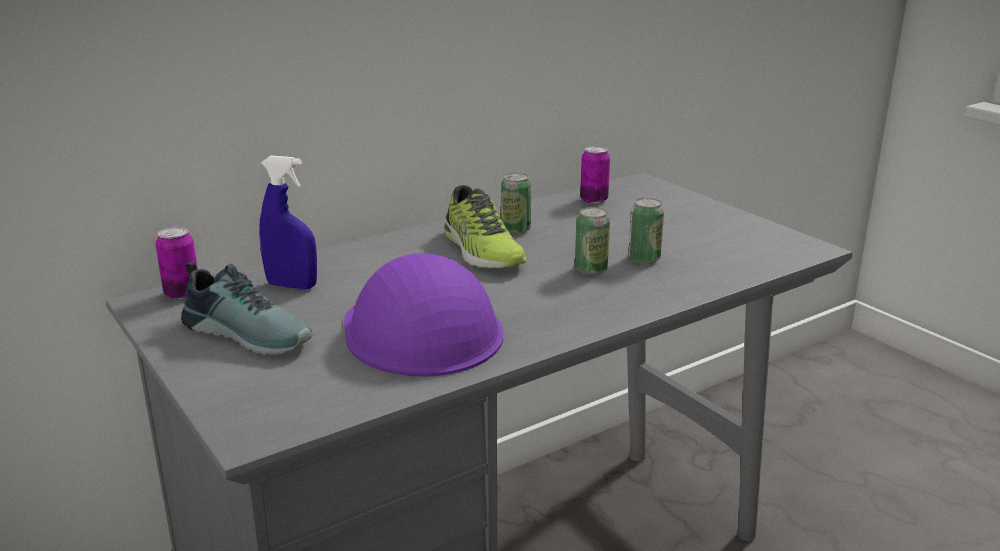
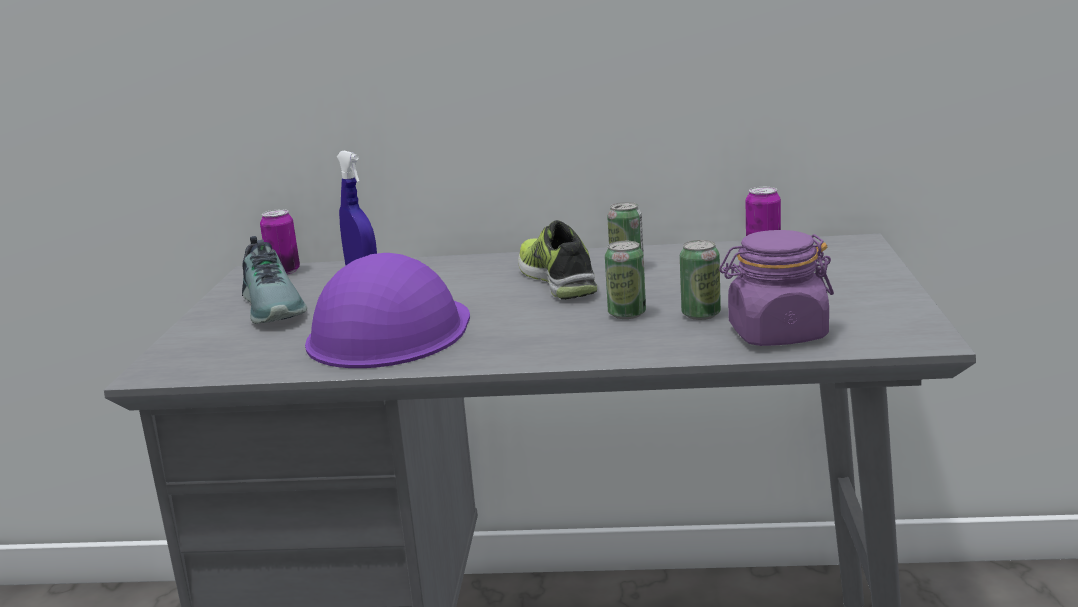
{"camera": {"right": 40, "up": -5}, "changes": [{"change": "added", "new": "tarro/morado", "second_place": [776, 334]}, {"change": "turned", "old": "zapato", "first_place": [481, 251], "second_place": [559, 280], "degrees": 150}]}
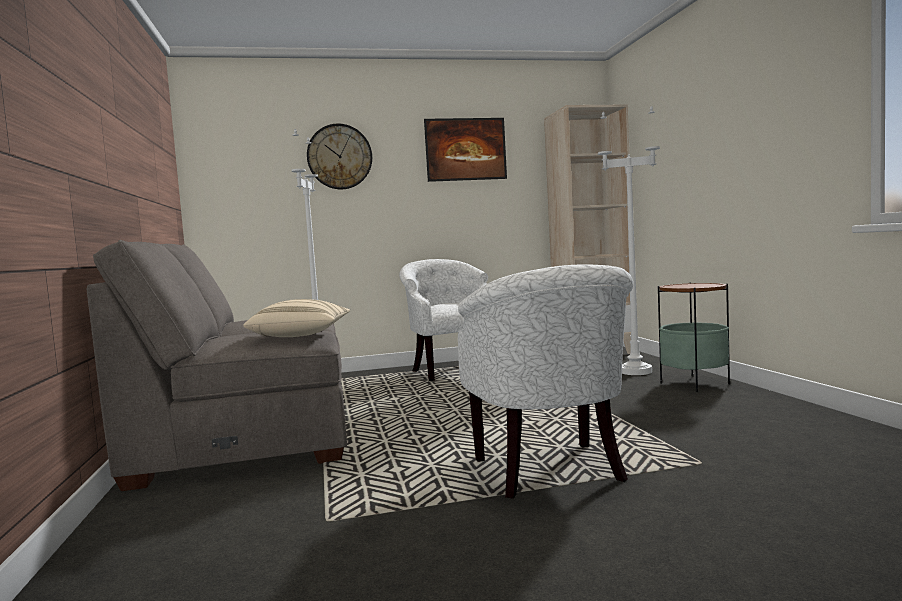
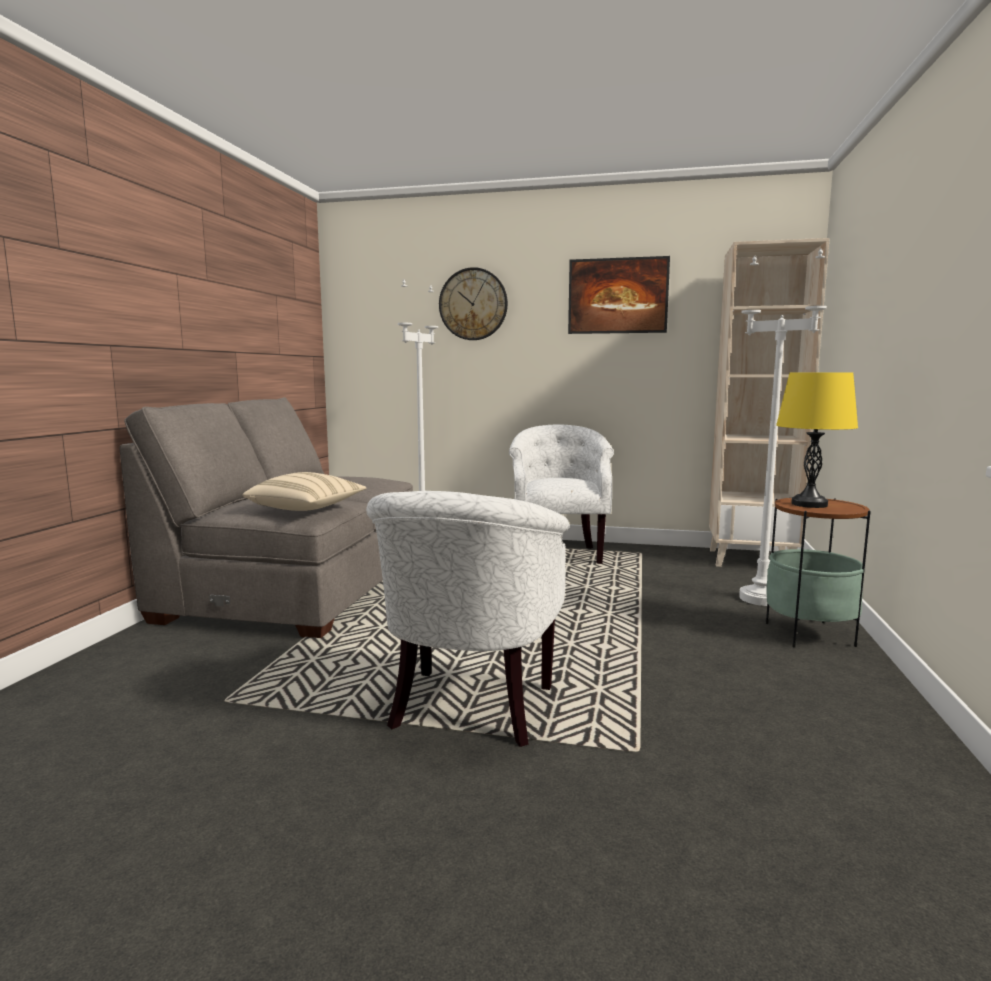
{"camera": {"right": 25, "up": 5}, "changes": [{"change": "added", "new": "lámpara de mesa/amarillo", "second_place": [809, 504]}]}
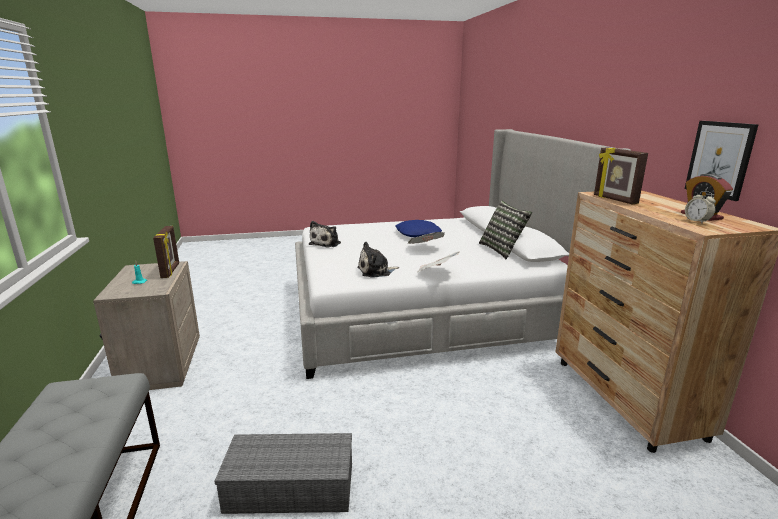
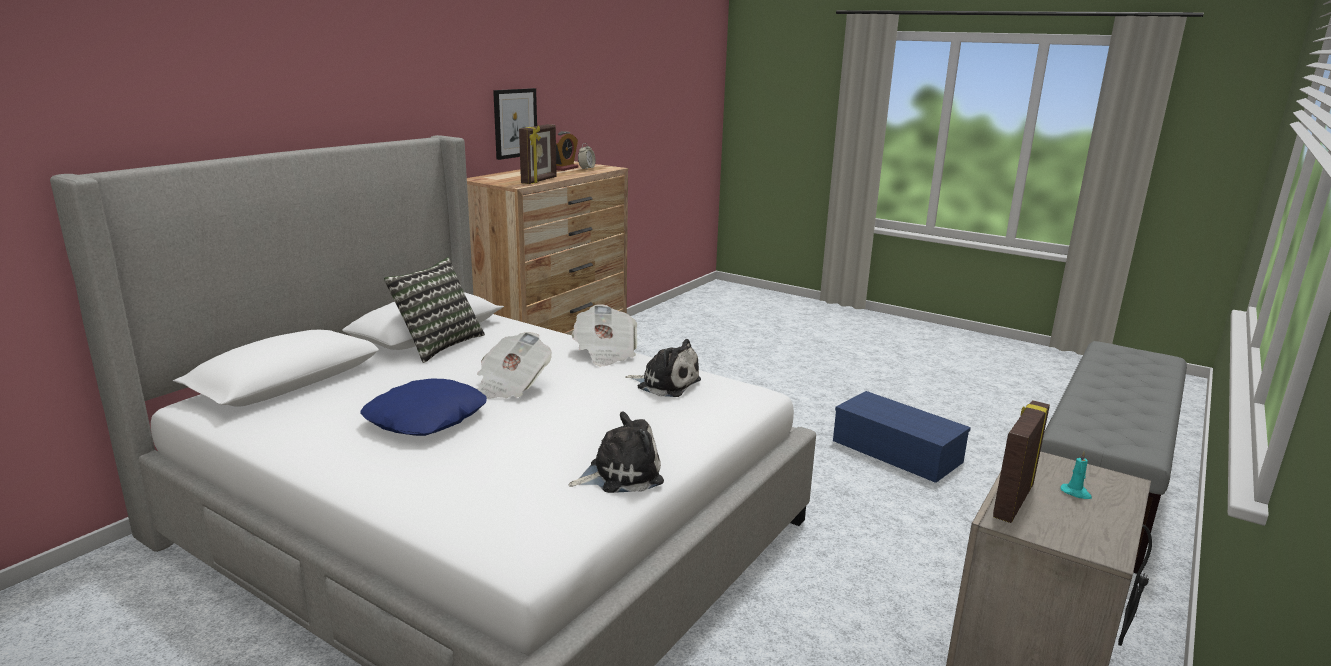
{"camera": {"right": -135, "up": 0}, "changes": [{"change": "recoloured", "old": "caja de almacenaje/gris", "new": "caja de almacenaje/azul", "first_place": [292, 486], "second_place": [894, 451]}]}
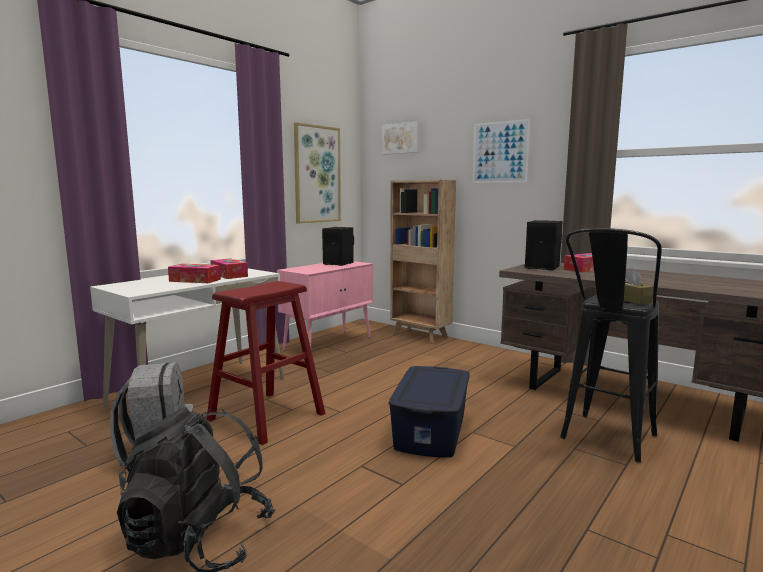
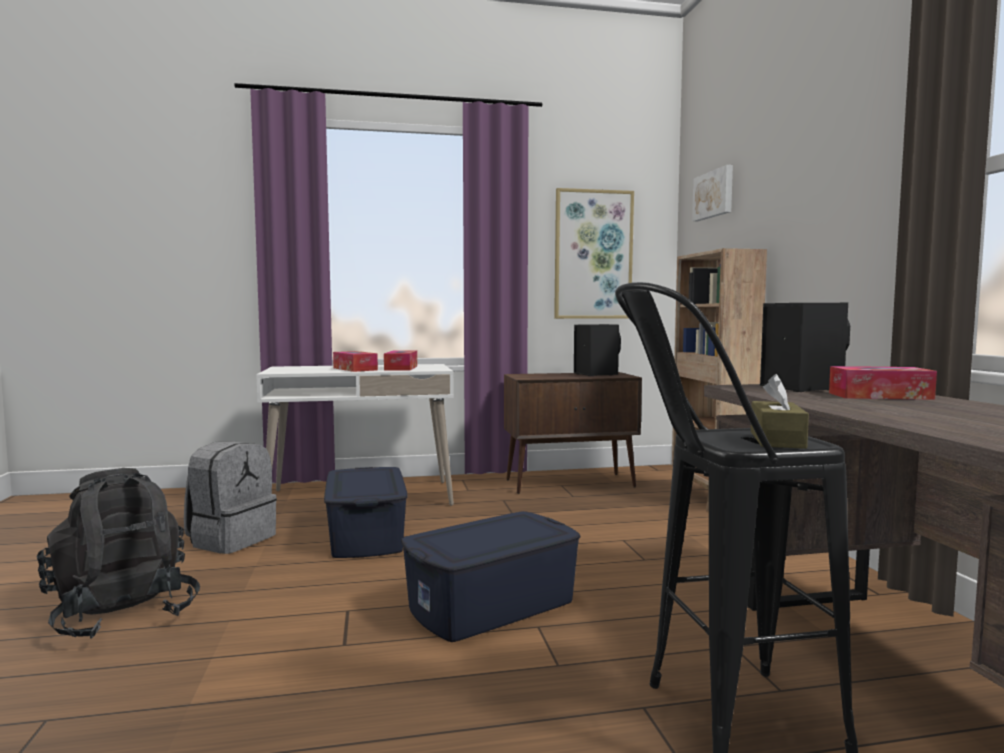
{"camera": {"right": 40, "up": -5}, "changes": [{"change": "removed", "old": "cuadro", "first_place": [500, 152]}, {"change": "replaced", "old": "taburete/rojo", "new": "caja de almacenaje/azul", "first_place": [266, 416], "second_place": [365, 535]}, {"change": "recoloured", "old": "armario/rosa", "new": "armario/marrón", "first_place": [329, 343], "second_place": [571, 483]}]}
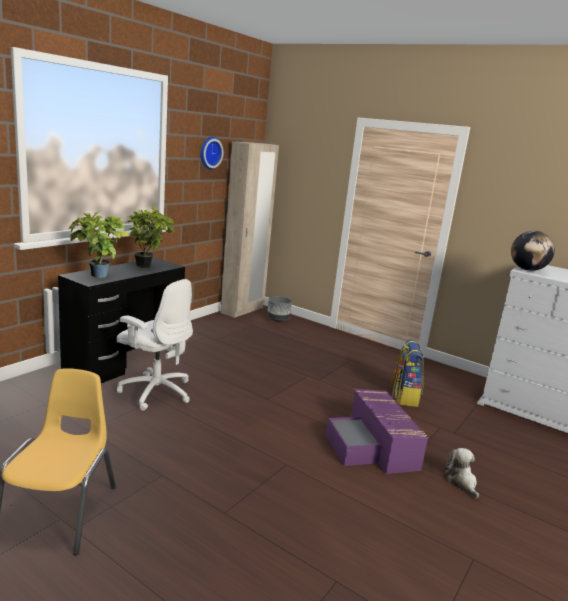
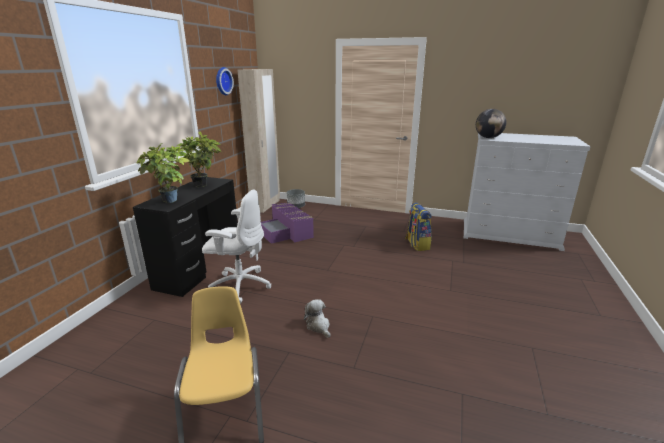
{"camera": {"right": -15, "up": 5}, "changes": [{"change": "moved", "old": "caja de almacenaje/morado", "first_place": [373, 446], "second_place": [287, 232]}, {"change": "moved", "old": "peluche", "first_place": [461, 482], "second_place": [318, 326]}]}
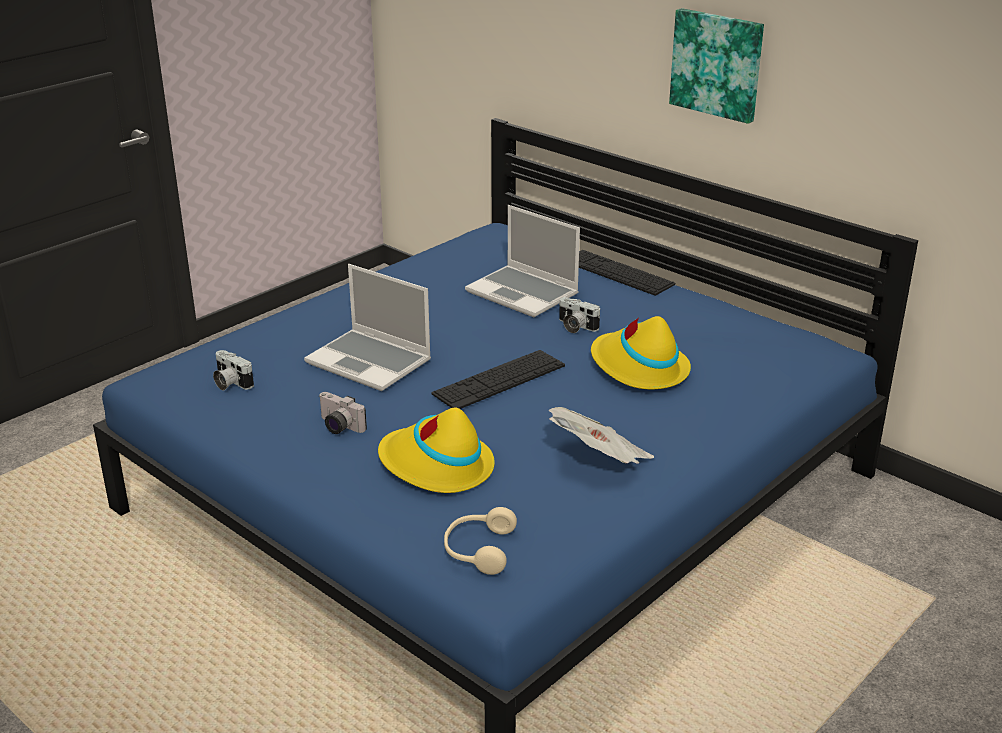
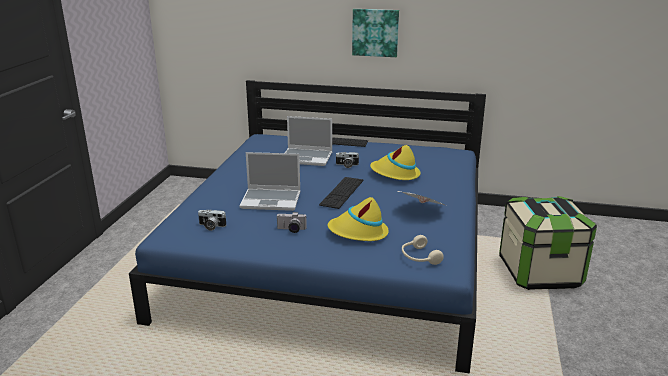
{"camera": {"right": -30, "up": -5}, "changes": [{"change": "added", "new": "caja de almacenaje", "second_place": [539, 273]}]}
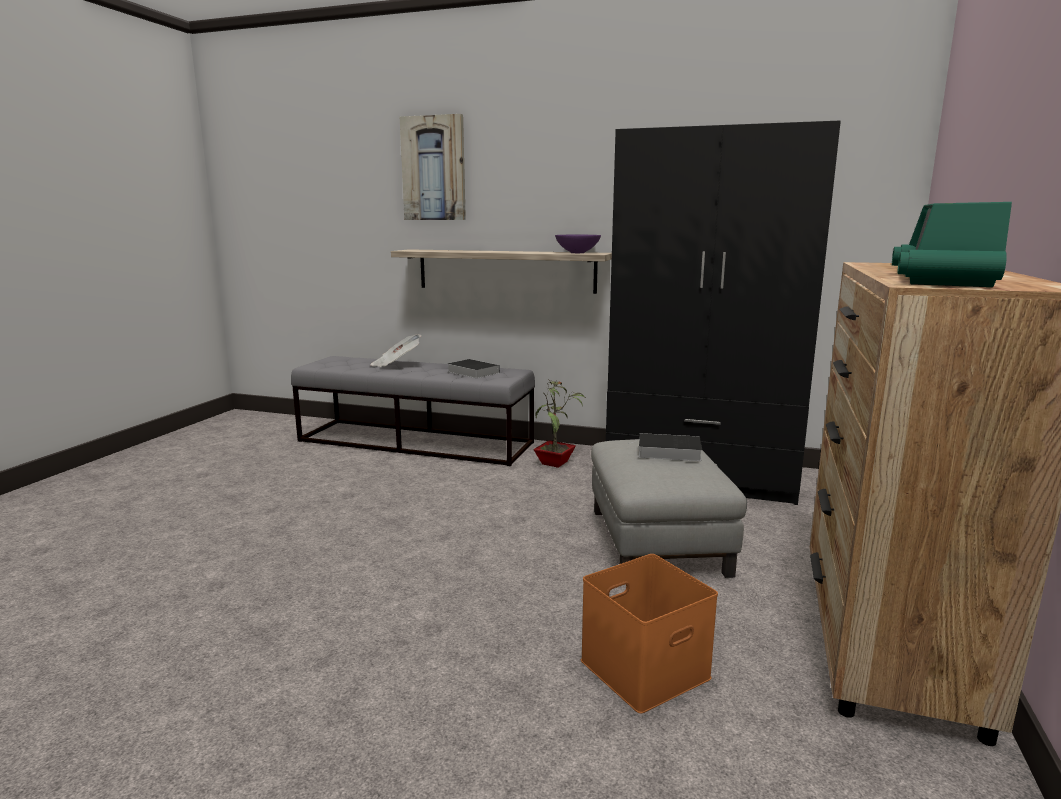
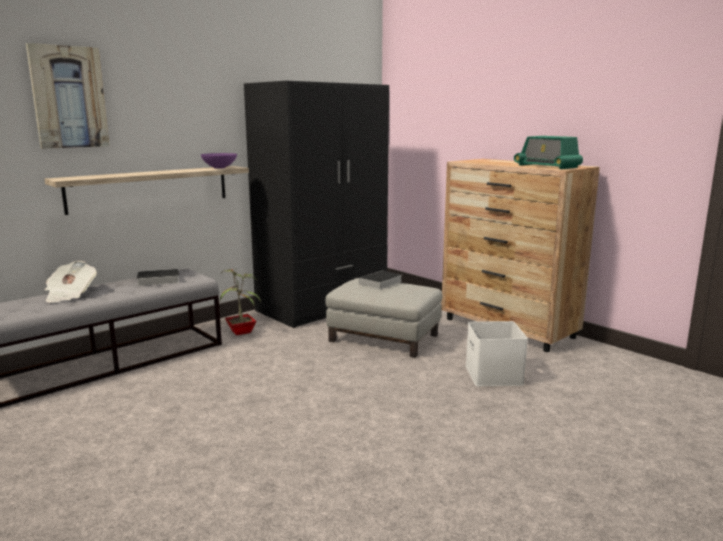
{"camera": {"right": -60, "up": 0}, "changes": [{"change": "recoloured", "old": "caja de almacenaje/naranja", "new": "caja de almacenaje/blanco", "first_place": [644, 671], "second_place": [495, 375]}]}
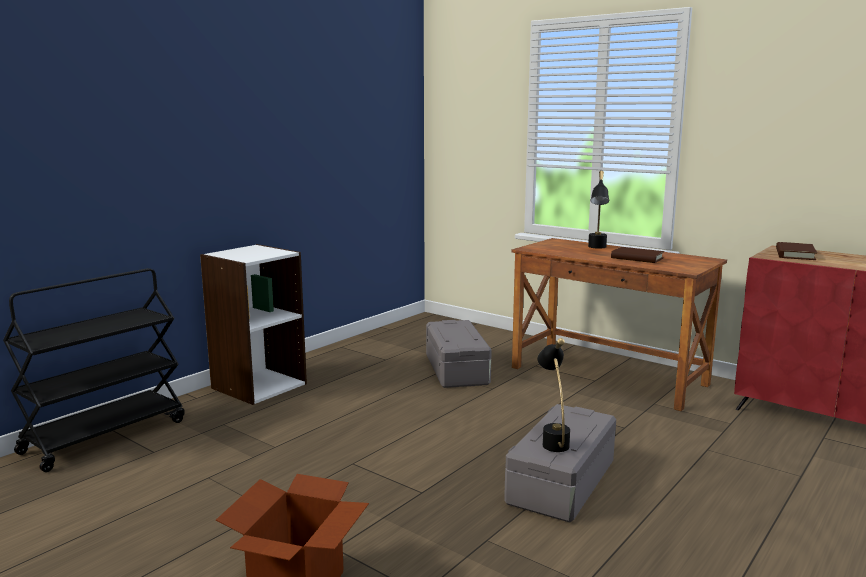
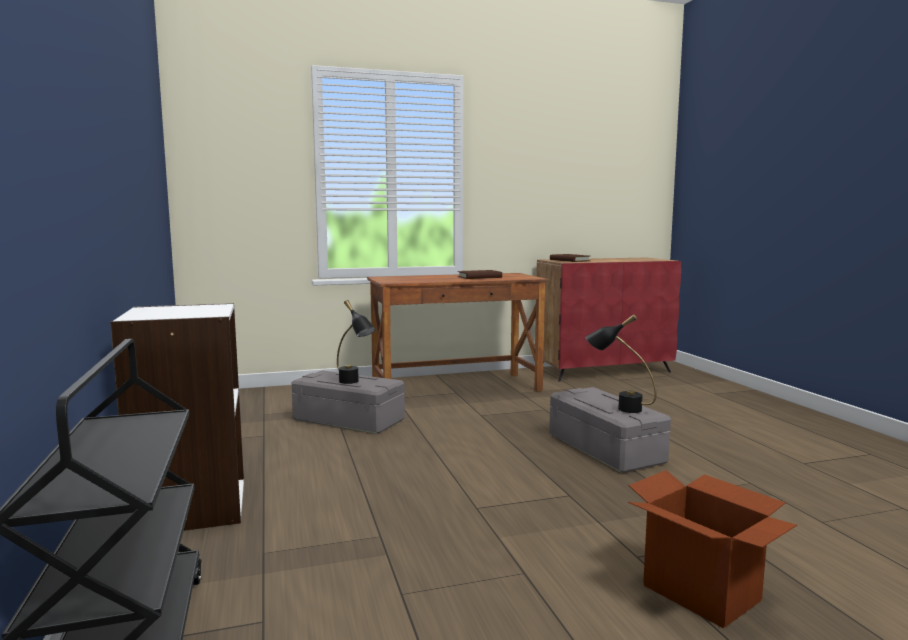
{"camera": {"right": -55, "up": -5}, "changes": [{"change": "moved", "old": "lámpara de mesa/negro", "first_place": [597, 248], "second_place": [354, 383]}]}
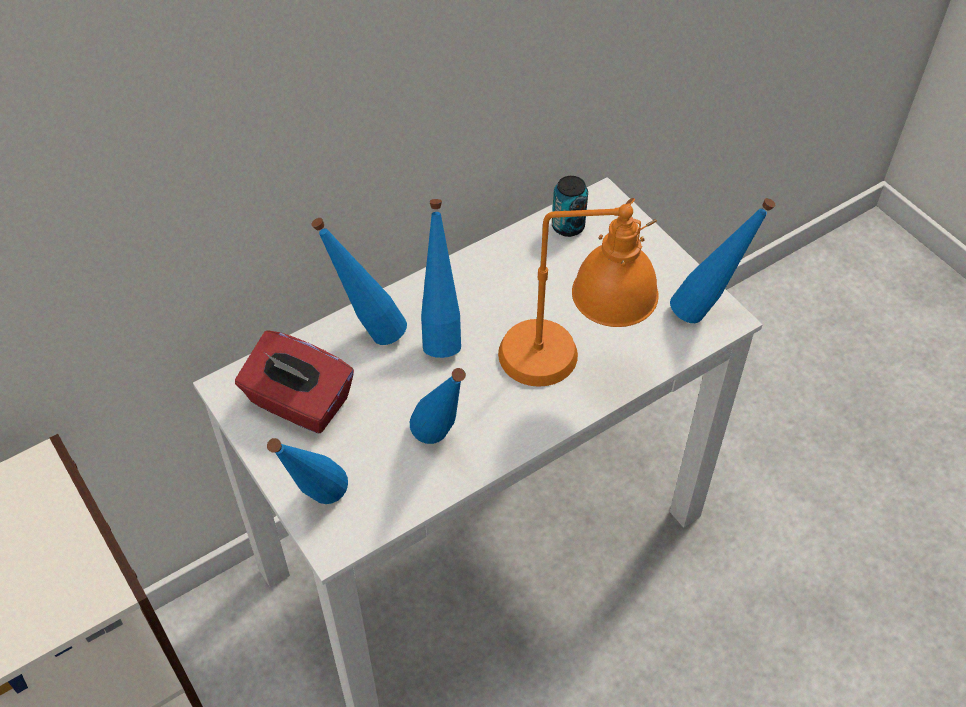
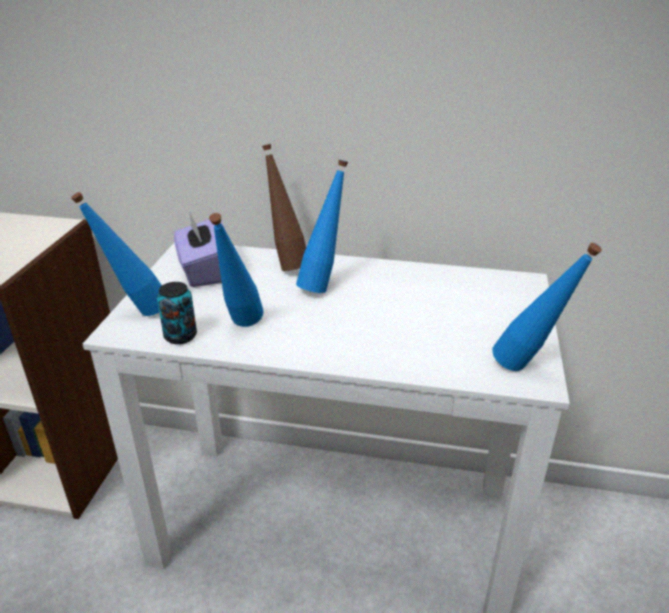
{"camera": {"right": 45, "up": -20}, "changes": [{"change": "removed", "old": "lámpara de mesa/naranja", "first_place": [571, 364]}, {"change": "moved", "old": "lata", "first_place": [568, 226], "second_place": [180, 336]}, {"change": "recoloured", "old": "caja de pañuelos/rojo", "new": "caja de pañuelos/morado", "first_place": [299, 403], "second_place": [204, 271]}, {"change": "recoloured", "old": "botella/azul", "new": "botella/marrón", "first_place": [367, 331], "second_place": [286, 264]}]}
